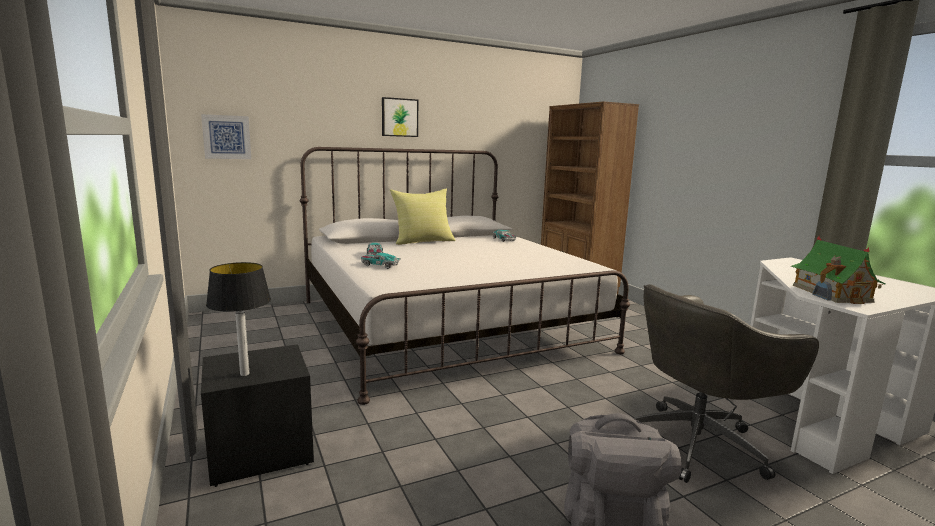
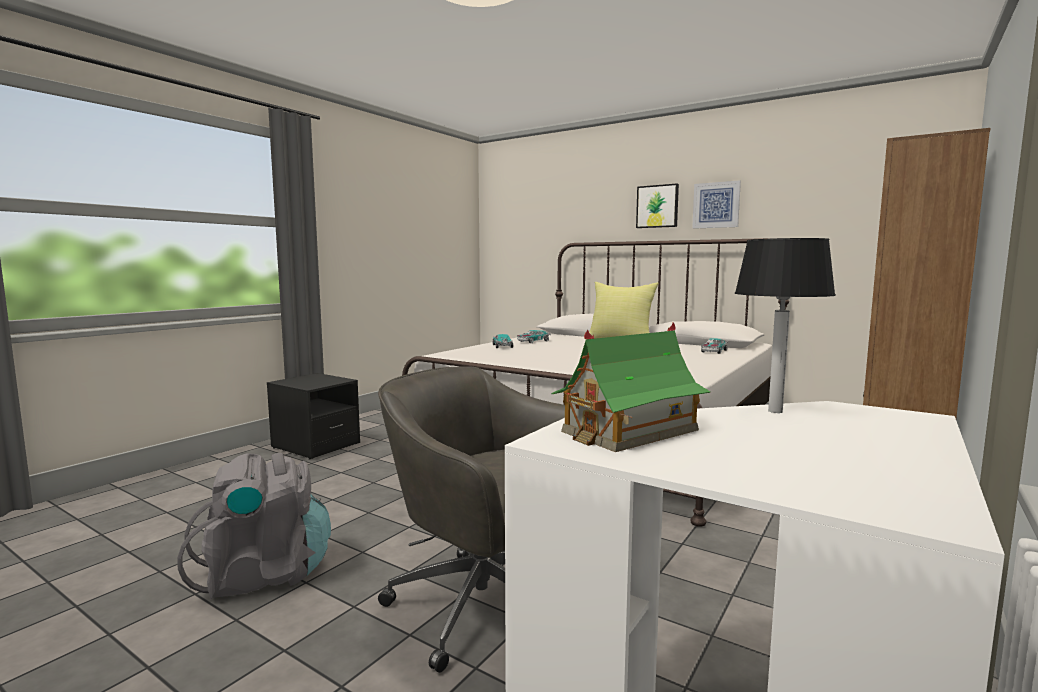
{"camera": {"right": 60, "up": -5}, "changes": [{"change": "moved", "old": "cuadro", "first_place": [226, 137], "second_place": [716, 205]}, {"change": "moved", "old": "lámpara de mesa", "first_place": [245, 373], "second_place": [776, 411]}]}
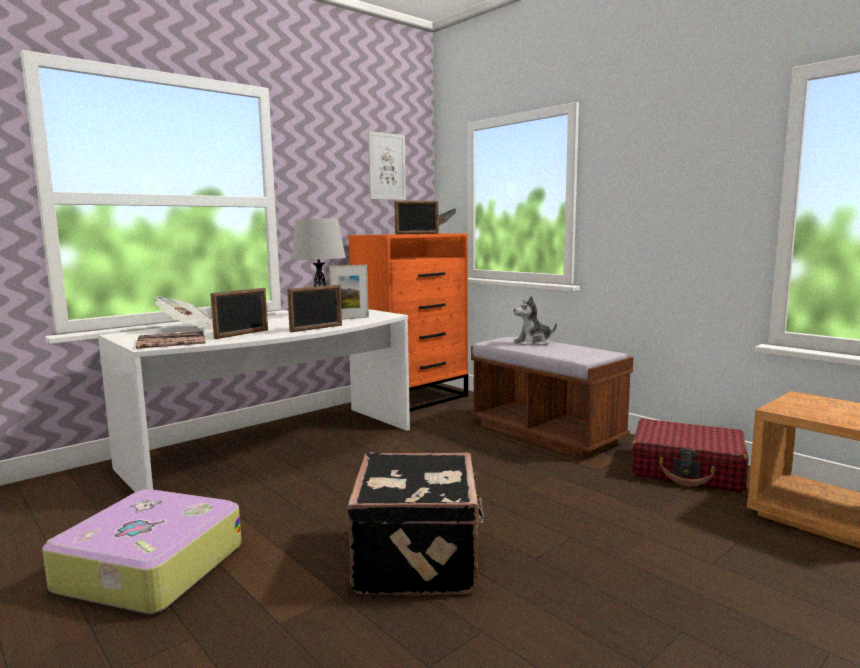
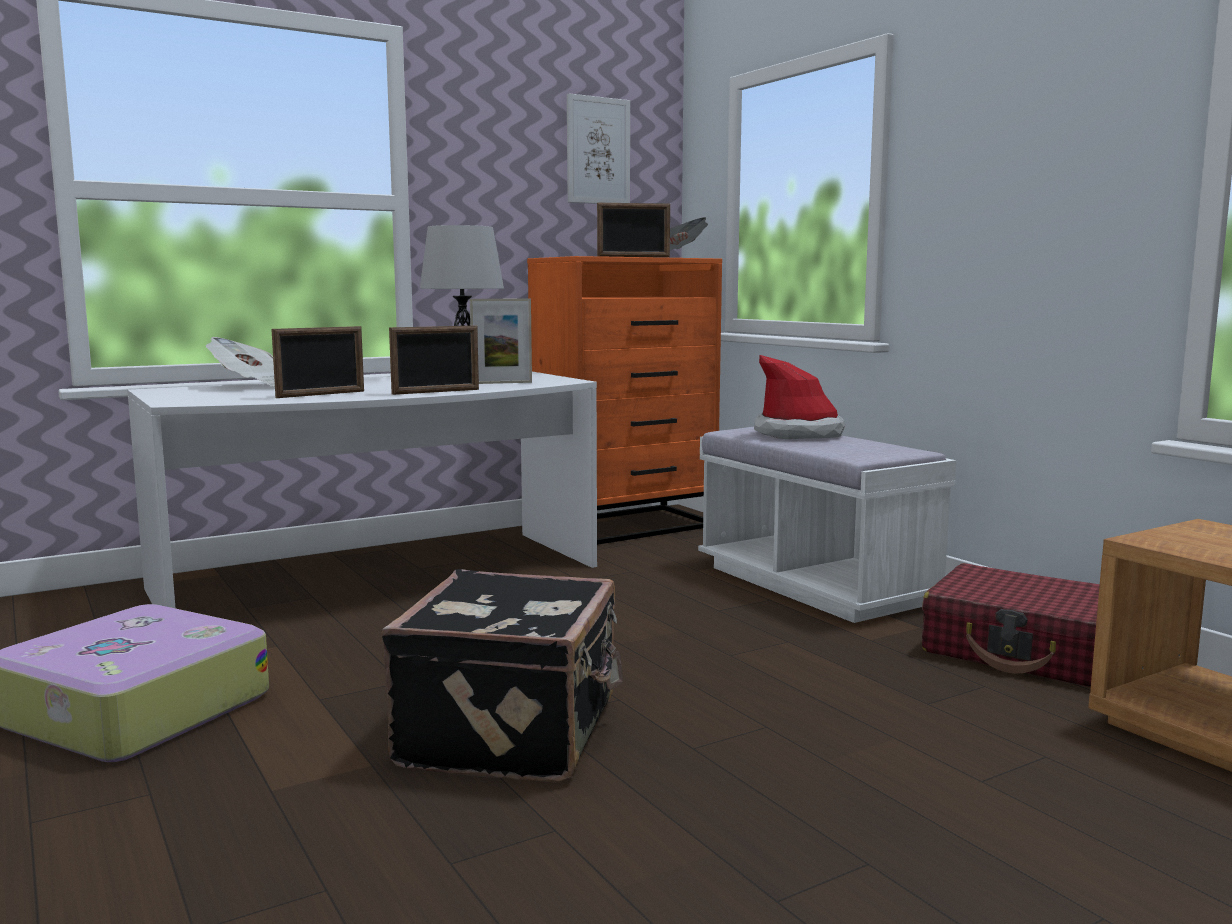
{"camera": {"right": 10, "up": 0}, "changes": [{"change": "removed", "old": "libro", "first_place": [171, 341]}, {"change": "replaced", "old": "peluche", "new": "sombrero", "first_place": [534, 343], "second_place": [799, 434]}, {"change": "recoloured", "old": "banco/marrón", "new": "banco/blanco", "first_place": [546, 434], "second_place": [814, 585]}]}
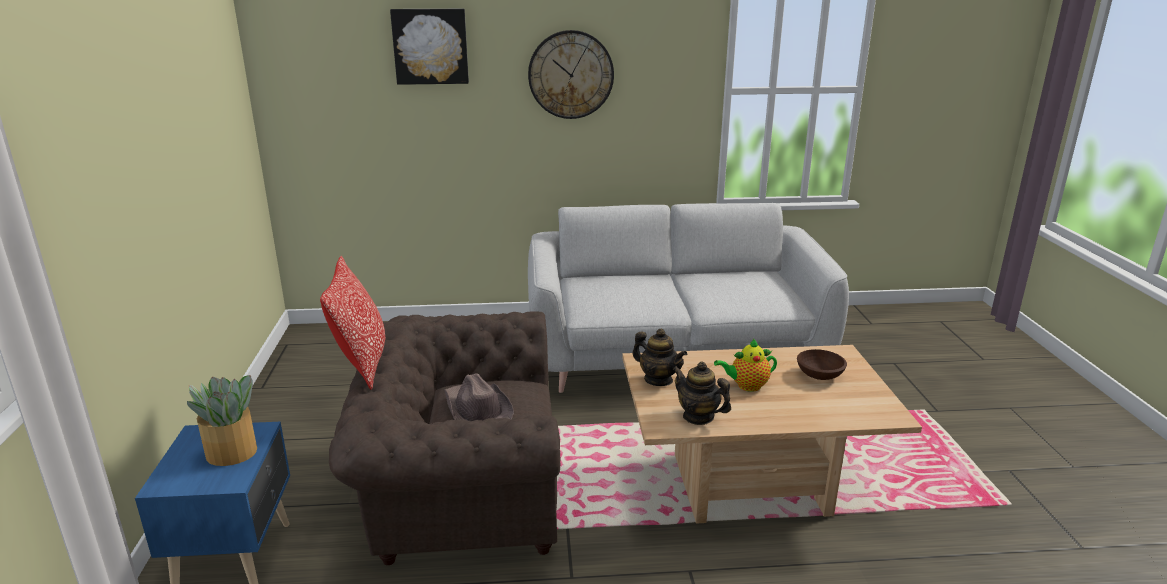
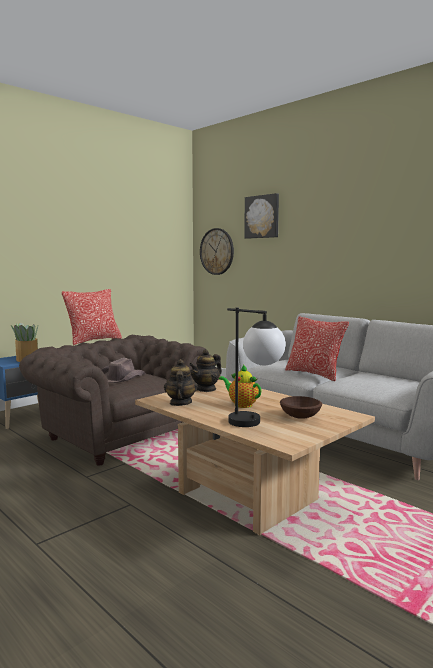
{"camera": {"right": 50, "up": -15}, "changes": [{"change": "added", "new": "lámpara de mesa", "second_place": [255, 424]}, {"change": "added", "new": "cojín", "second_place": [314, 374]}, {"change": "moved", "old": "reloj de pared", "first_place": [571, 74], "second_place": [217, 251]}, {"change": "turned", "old": "tetera", "first_place": [658, 380], "second_place": [206, 389], "degrees": 45}]}
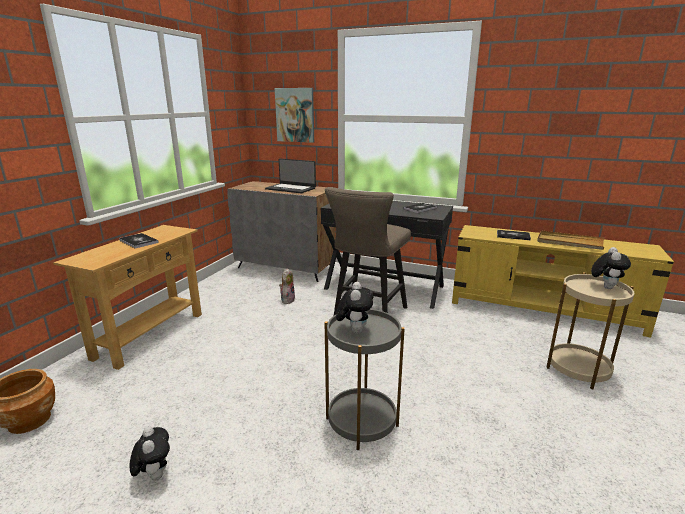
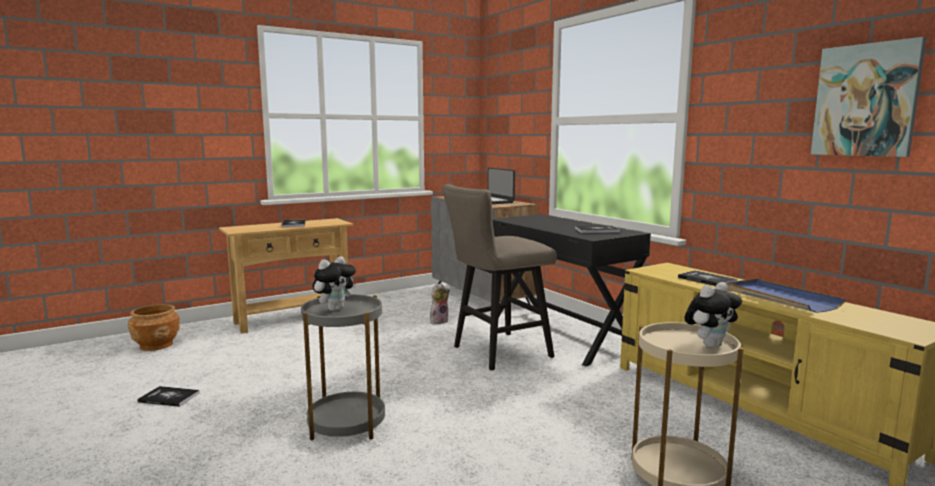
{"camera": {"right": 35, "up": -10}, "changes": [{"change": "moved", "old": "cuadro", "first_place": [295, 115], "second_place": [865, 100]}, {"change": "replaced", "old": "peluche", "new": "libro", "first_place": [154, 475], "second_place": [169, 397]}, {"change": "recoloured", "old": "bandeja/beis", "new": "bandeja/azul", "first_place": [569, 242], "second_place": [780, 298]}]}
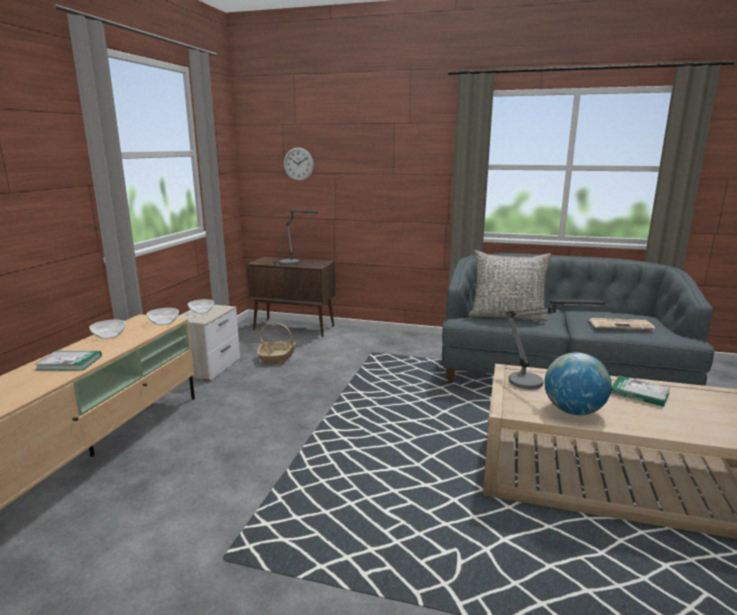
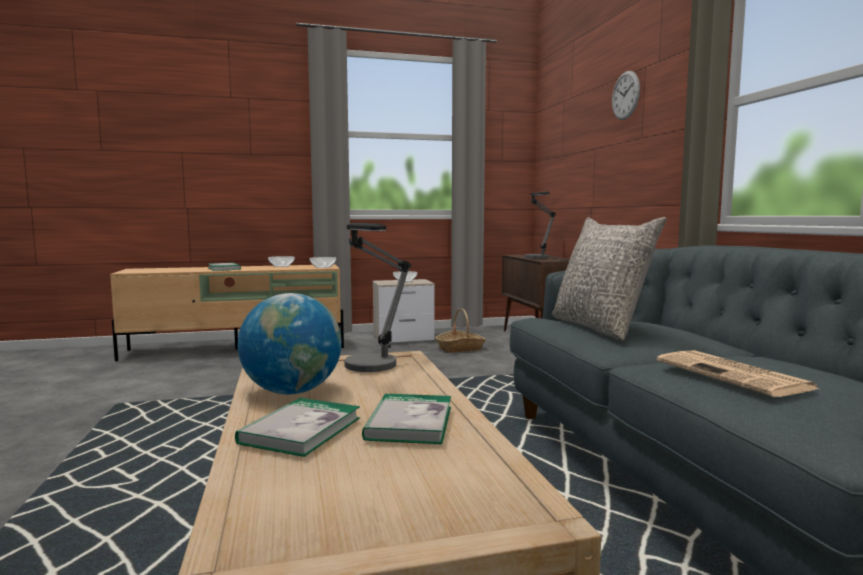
{"camera": {"right": 60, "up": -10}, "changes": [{"change": "added", "new": "libro", "second_place": [301, 430]}, {"change": "moved", "old": "reloj de pared", "first_place": [298, 164], "second_place": [625, 95]}]}
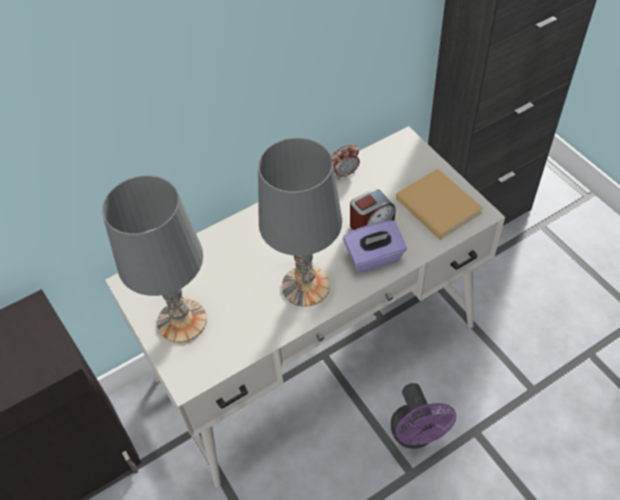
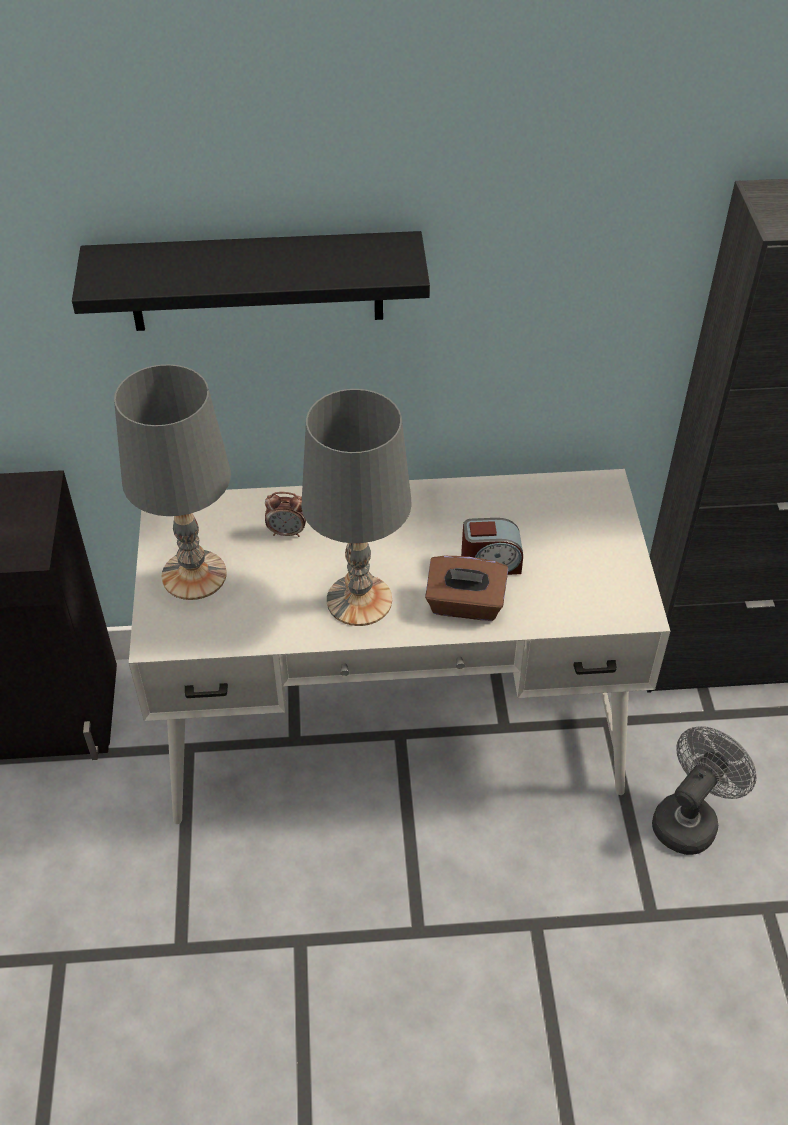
{"camera": {"right": 25, "up": -5}, "changes": [{"change": "removed", "old": "ventilador/morado", "first_place": [416, 435]}, {"change": "removed", "old": "libro/beis", "first_place": [436, 204]}, {"change": "added", "new": "estante/negro", "second_place": [256, 281]}, {"change": "added", "new": "ventilador/gris", "second_place": [689, 818]}, {"change": "moved", "old": "despertador", "first_place": [345, 173], "second_place": [287, 532]}, {"change": "recoloured", "old": "caja de pañuelos/morado", "new": "caja de pañuelos/marrón", "first_place": [374, 257], "second_place": [465, 605]}]}
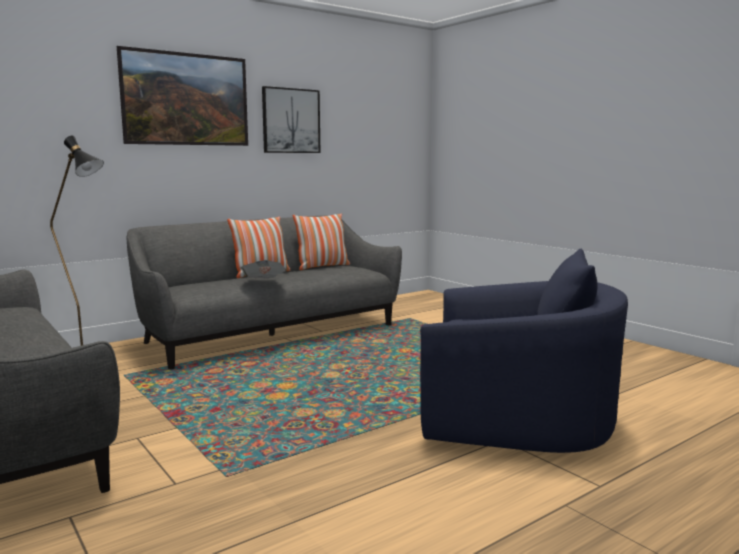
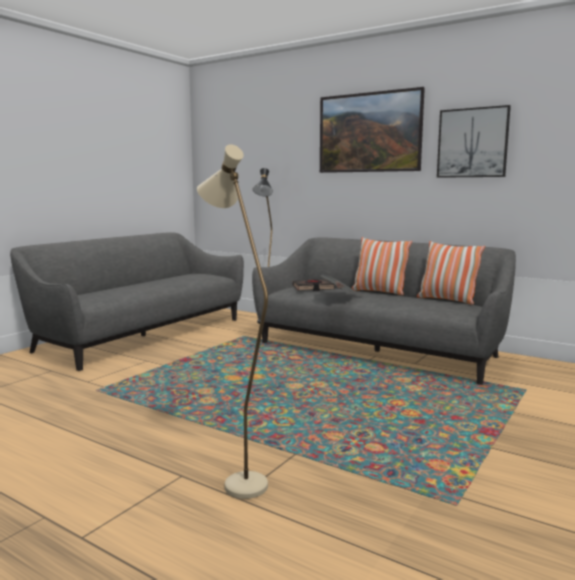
{"camera": {"right": 70, "up": 0}, "changes": [{"change": "added", "new": "libro/negro", "second_place": [313, 288]}, {"change": "replaced", "old": "sillón/azul", "new": "lámpara de pie/beis", "first_place": [515, 419], "second_place": [237, 479]}]}
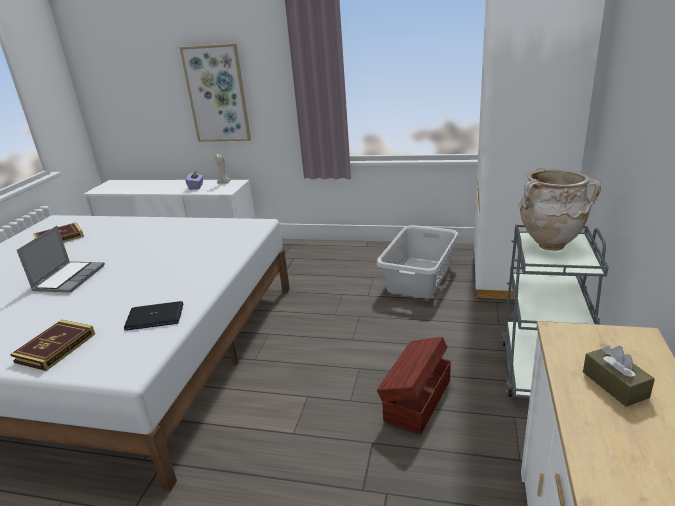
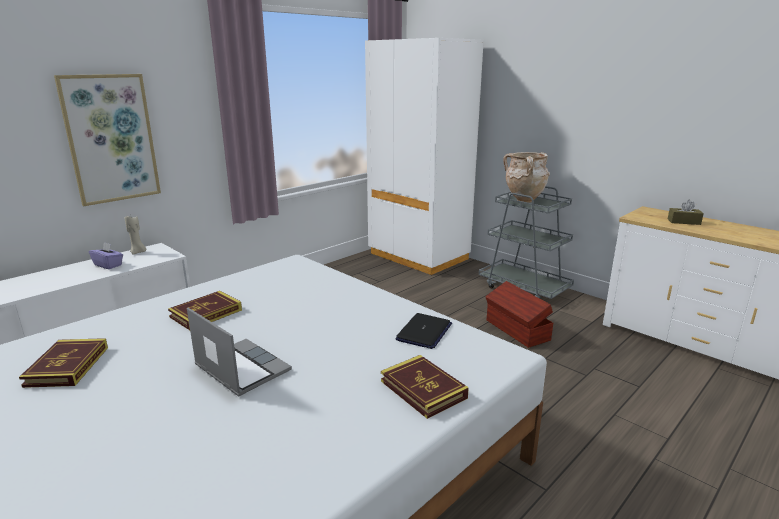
{"camera": {"right": -60, "up": -5}, "changes": [{"change": "removed", "old": "cesto de la ropa/gris", "first_place": [420, 277]}, {"change": "added", "new": "libro", "second_place": [206, 313]}]}
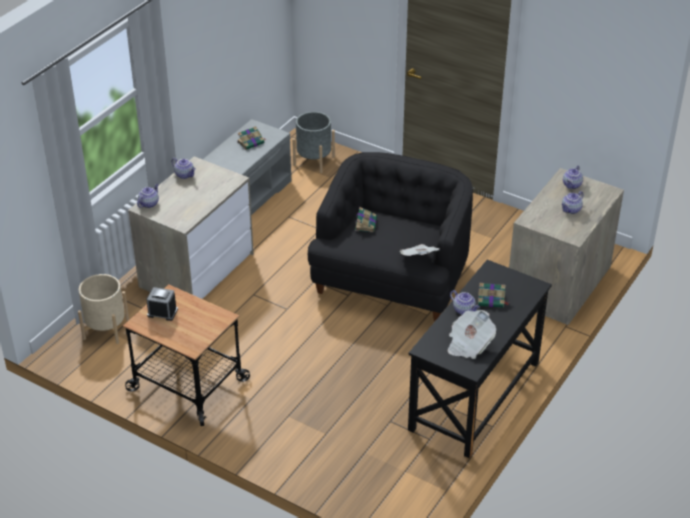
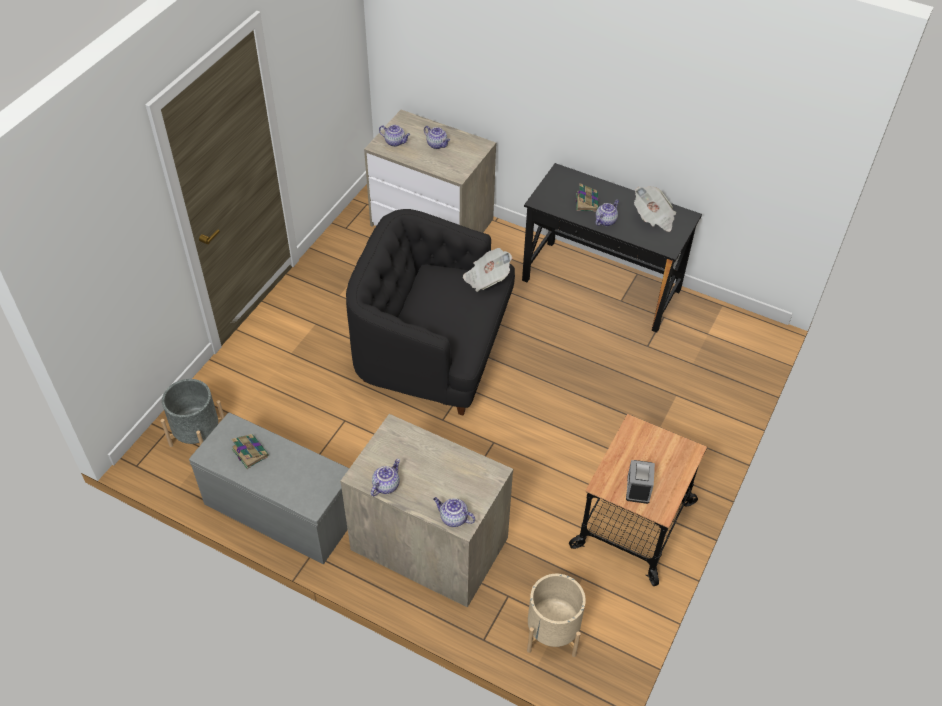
{"camera": {"right": -95, "up": 10}, "changes": [{"change": "removed", "old": "libro", "first_place": [365, 224]}]}
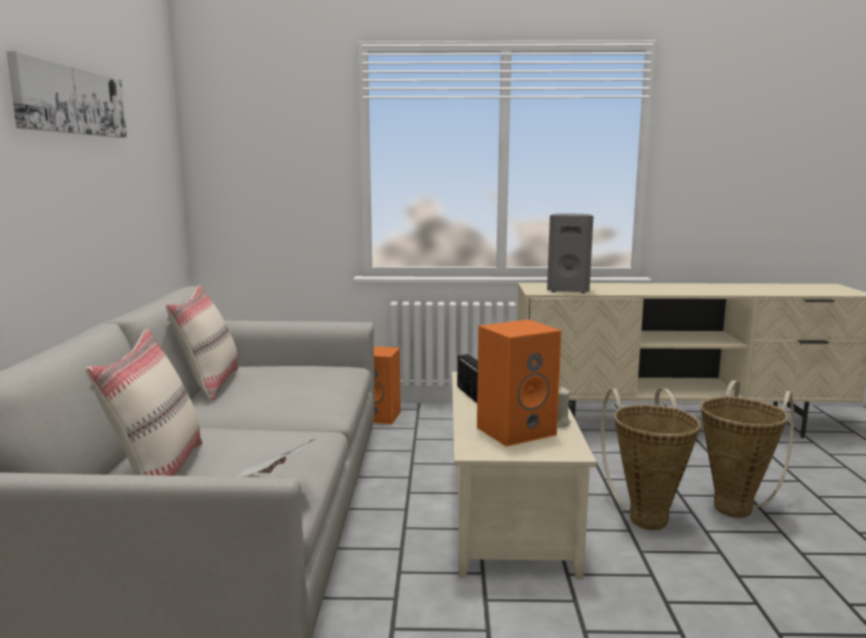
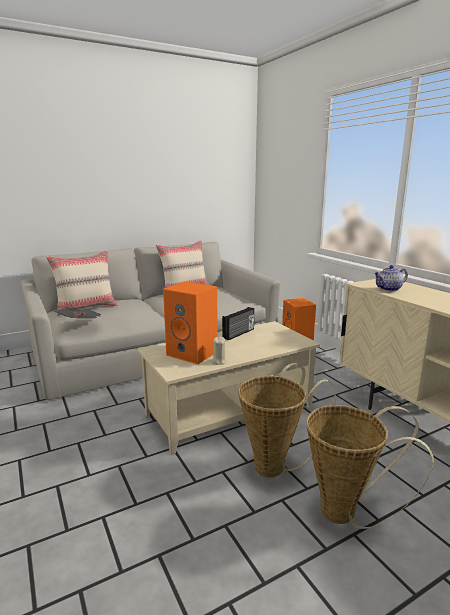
{"camera": {"right": 60, "up": 5}, "changes": [{"change": "removed", "old": "cuadro", "first_place": [71, 100]}, {"change": "replaced", "old": "altavoz/gris", "new": "tetera", "first_place": [568, 290], "second_place": [389, 289]}]}
